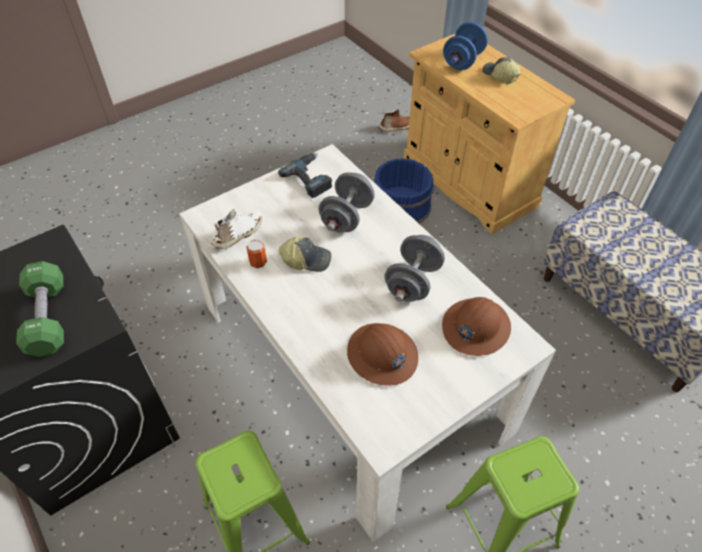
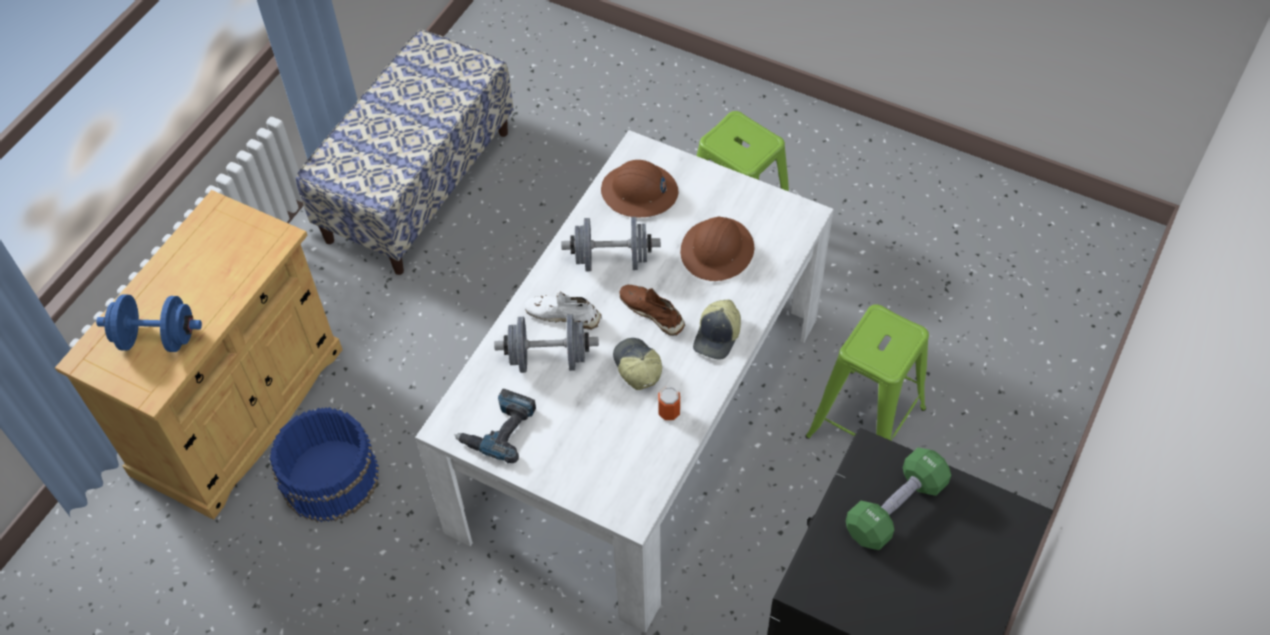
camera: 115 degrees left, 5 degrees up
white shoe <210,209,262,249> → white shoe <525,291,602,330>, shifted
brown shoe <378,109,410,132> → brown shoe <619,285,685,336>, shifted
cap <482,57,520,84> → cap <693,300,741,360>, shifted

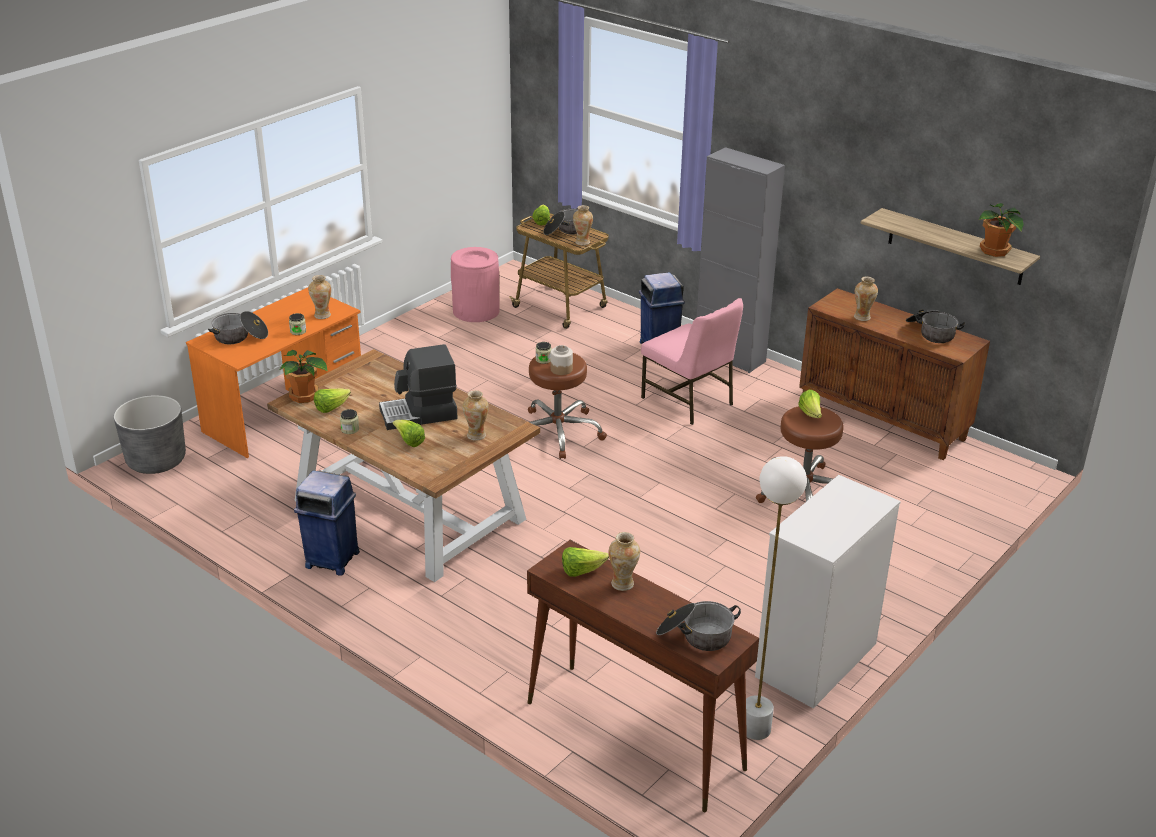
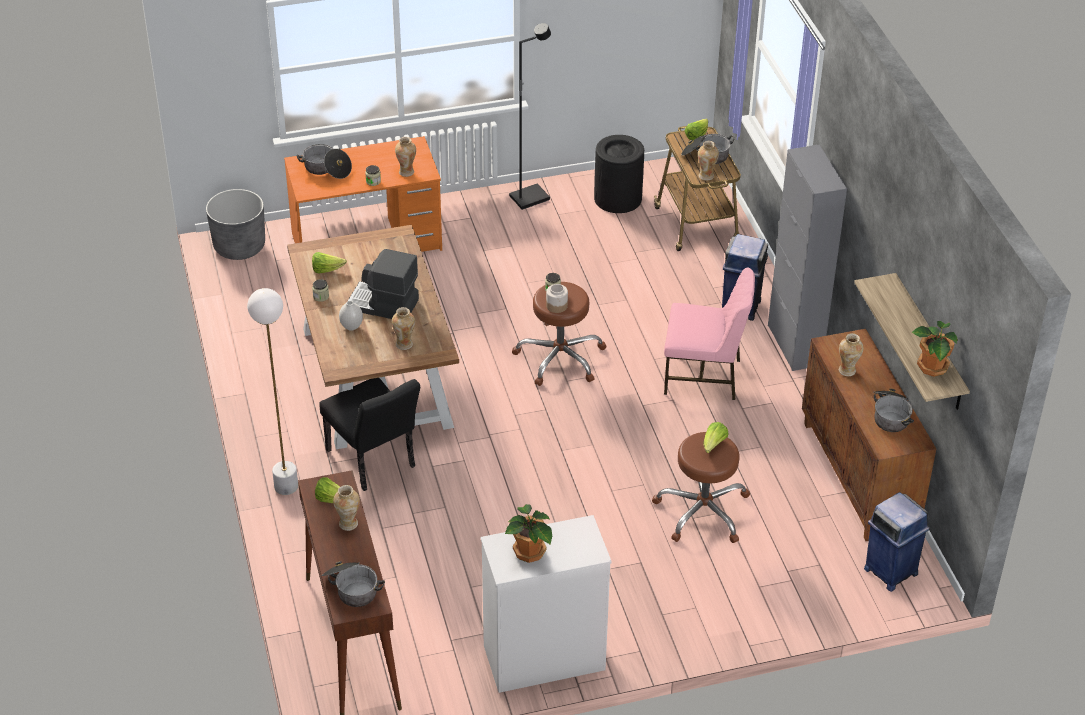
camera: 35 degrees right, 10 degrees up
white floor lamp <746,456,807,740> → white floor lamp <247,288,298,495>, shifted
- → black chair <320,378,420,491>
lettuce <393,420,425,447> → white vase <339,301,363,331>
potted plant <280,350,328,403> → potted plant <505,504,552,563>, shifted
- → black floor lamp <509,23,551,210>
pink trash can <451,247,500,322> → black trash can <594,135,644,213>
pink chair <641,298,743,425> → pink chair <664,268,755,400>, 75 degrees counterclockwise
blue trash can <294,471,360,575> → blue trash can <864,492,930,592>, shifted

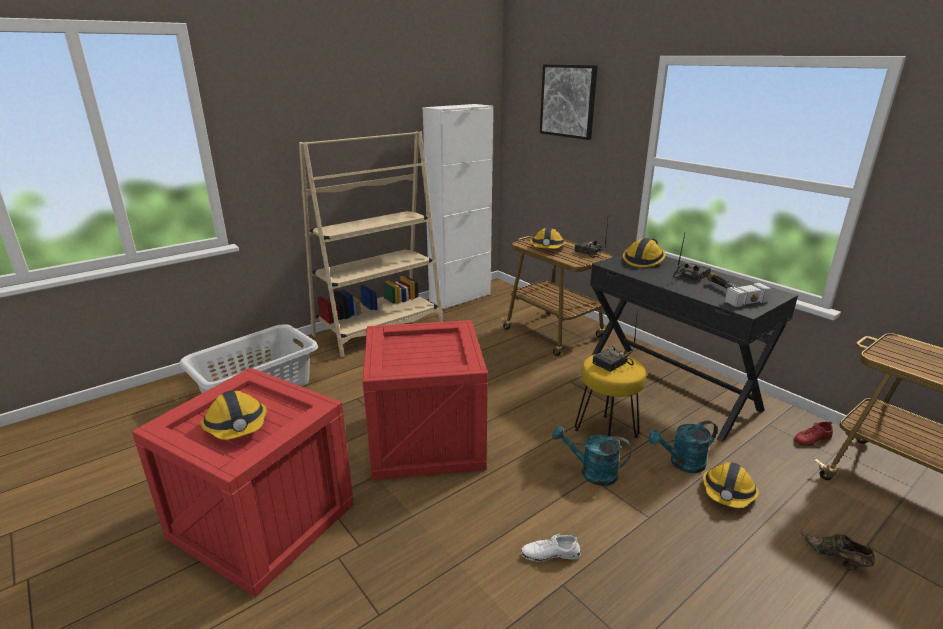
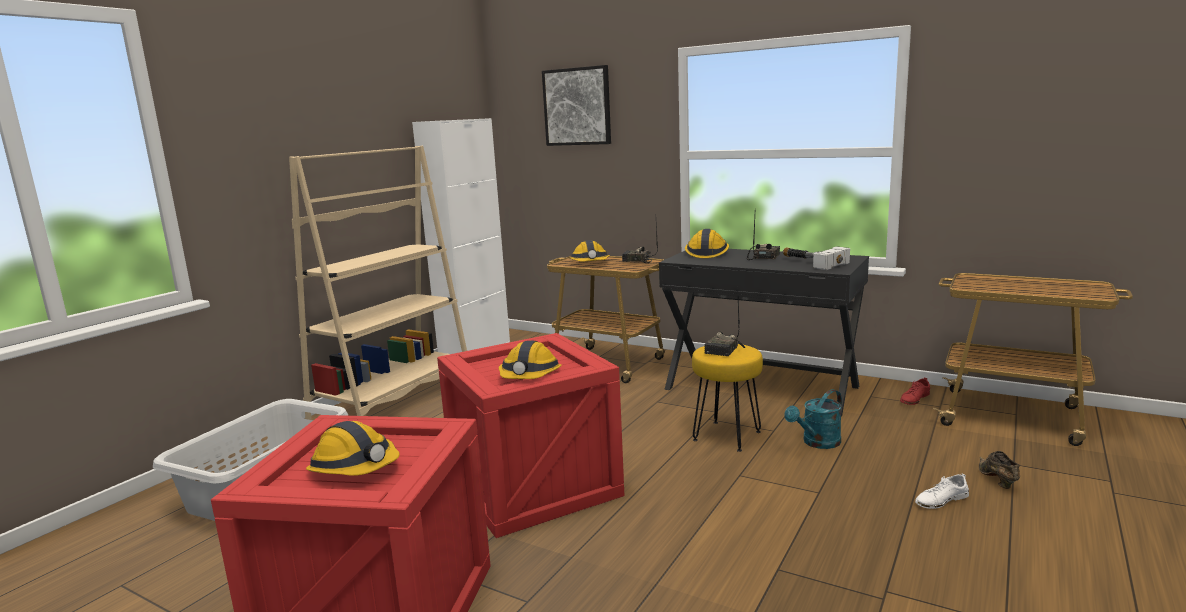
camera: 20 degrees left, 10 degrees down
hard hat <703,462,759,508> → hard hat <499,340,562,379>, shifted
white shoe <521,533,581,562> → white shoe <915,473,969,509>, shifted
brown shoe <801,532,875,570> → brown shoe <979,451,1020,489>, 60 degrees clockwise
turquoise watering can <552,426,631,486> → -

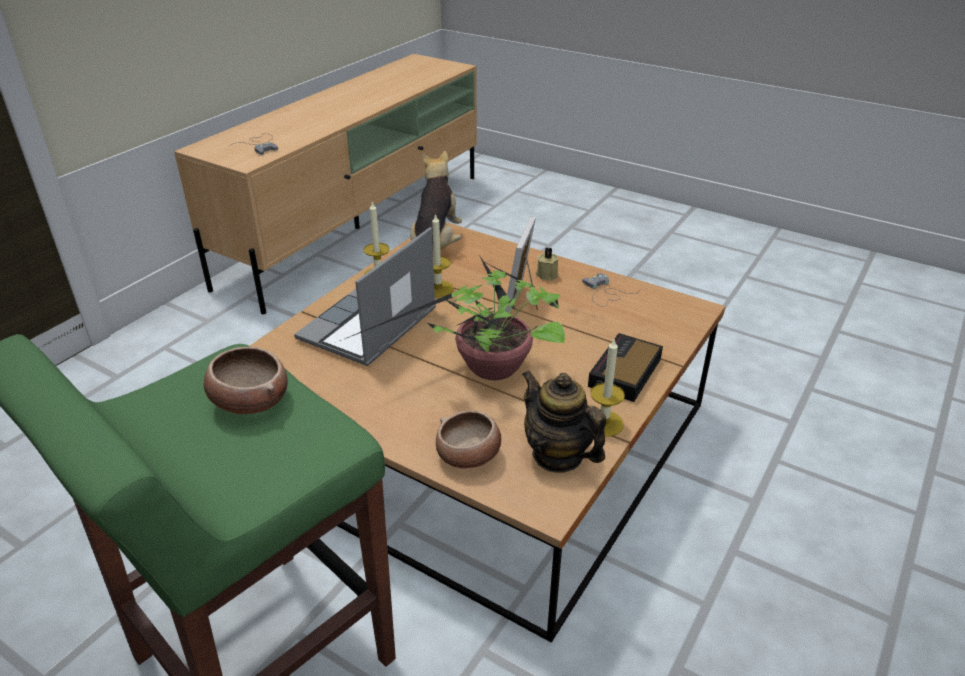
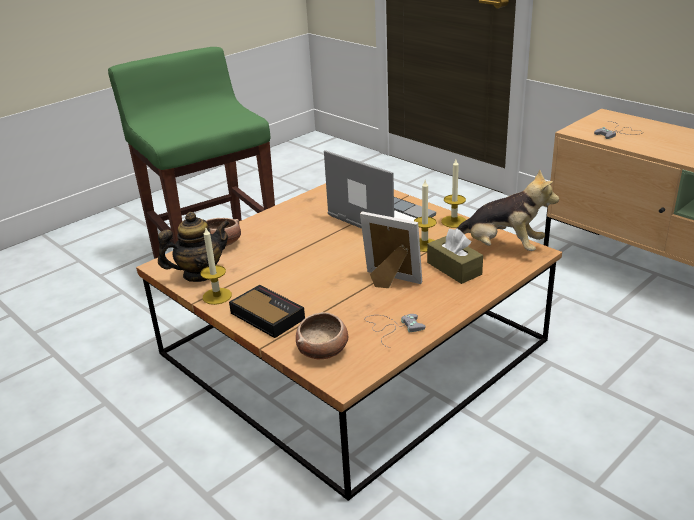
camera: 105 degrees right, 5 degrees down
bowl <204,347,288,414> → bowl <296,312,348,359>, shifted
- → brown tissue box <427,228,483,284>
potted plant <340,255,565,381> → -
beige candle <536,247,559,281> → -

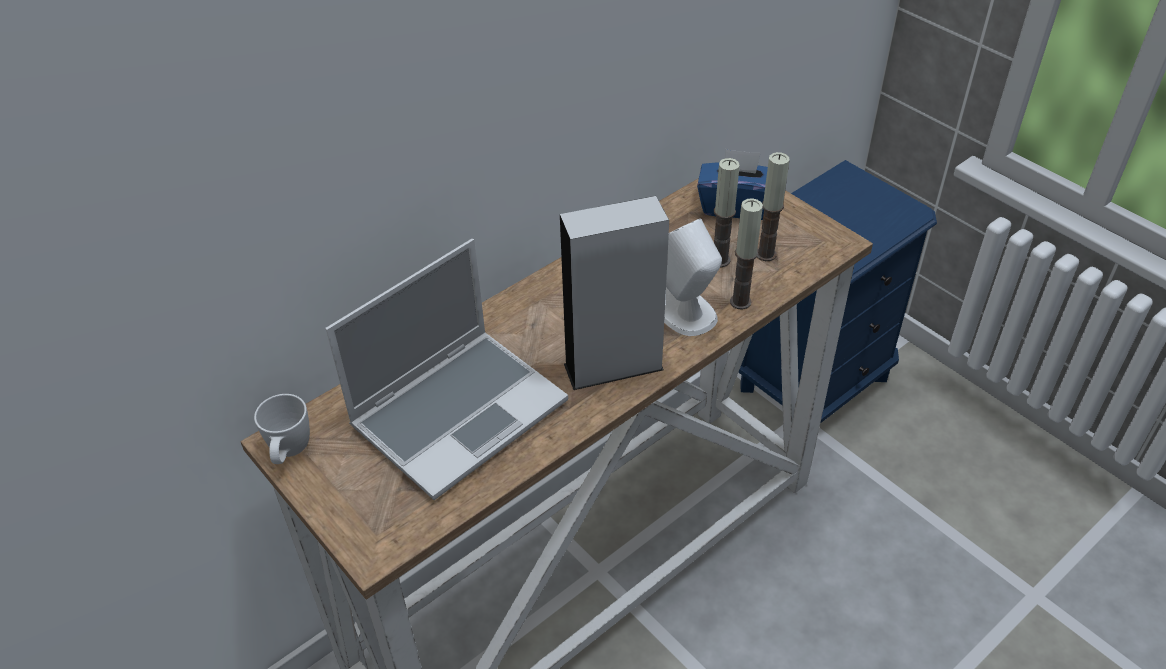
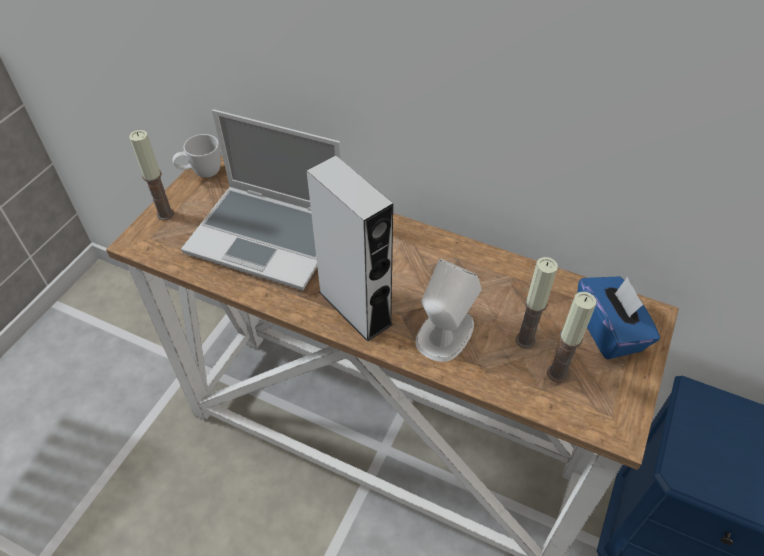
camera: 65 degrees right, 5 degrees up
candle <730,198,763,310> → candle <129,130,174,220>, shifted

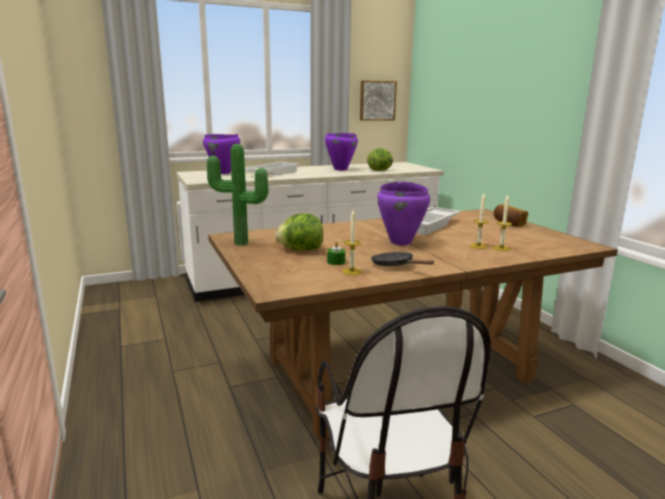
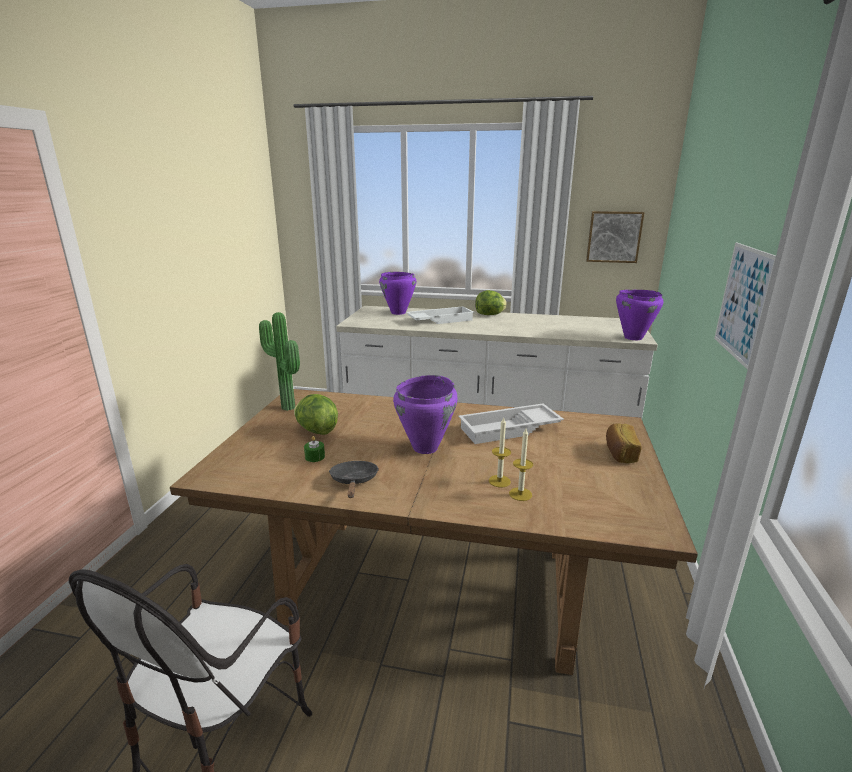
camera: 35 degrees right, 5 degrees up
lettuce <367,148,393,171> → lettuce <475,290,507,315>, shifted
purple cooking pot <325,133,358,170> → purple cooking pot <616,290,663,340>, shifted
- → picture <714,242,776,370>
candle <342,208,362,275> → -

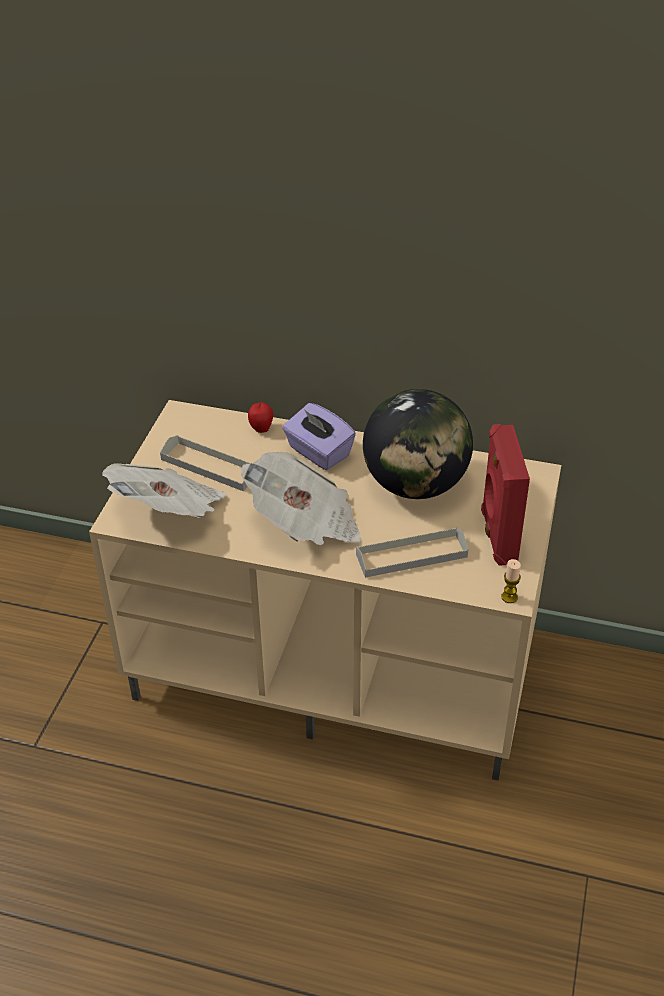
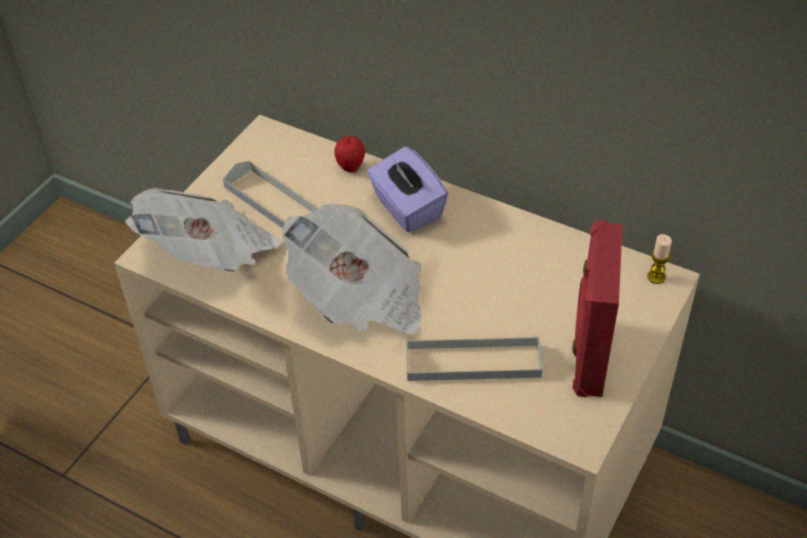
camera: 15 degrees right, 5 degrees up
candle <501,559,521,603> → candle <647,234,672,284>, shifted
globe <363,389,473,499> → -

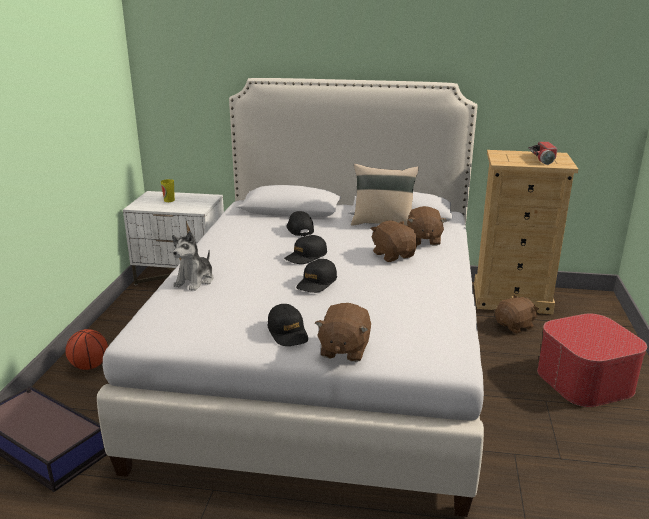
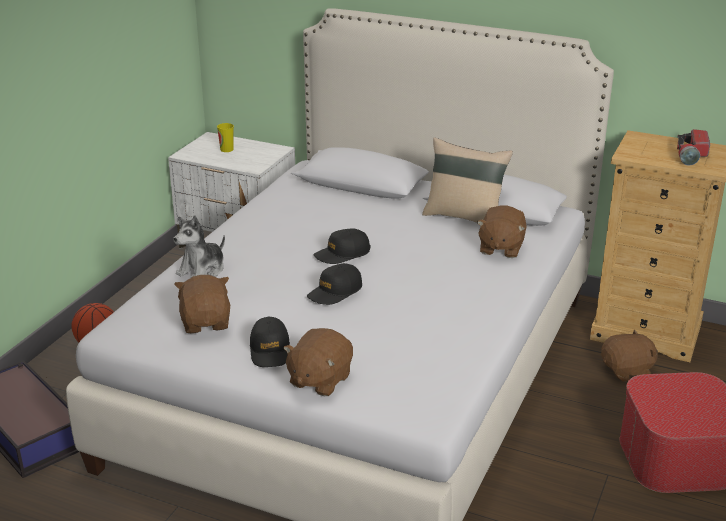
camera: 15 degrees right, 5 degrees up
brown plush toy <371,220,418,262> → brown plush toy <174,275,230,333>, shifted
black cap <287,211,314,236> → -

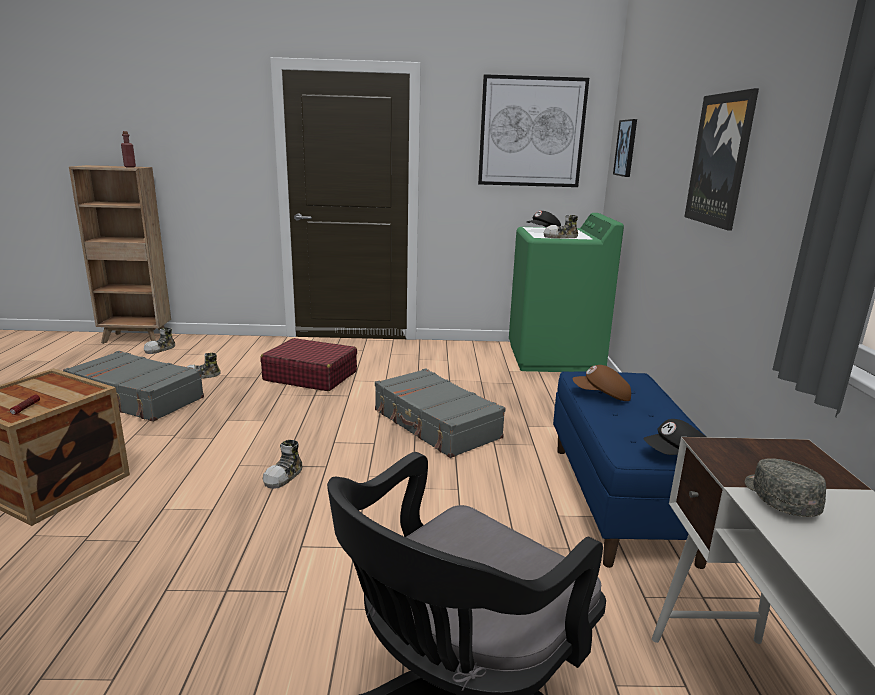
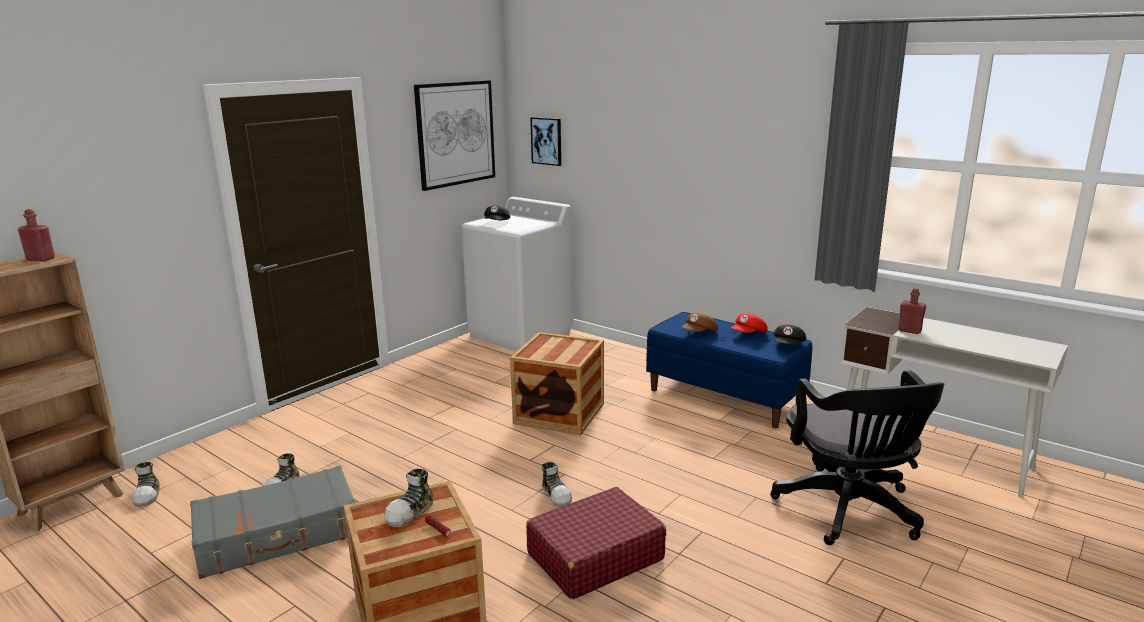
camera: 50 degrees left, 0 degrees up
shoe <544,215,578,238> → shoe <385,468,433,527>, shifted
green washing machine <509,213,624,372> → white washing machine <461,197,574,351>
grey suitcase <375,368,506,458> → crate <510,332,604,435>
red suitcase <261,338,357,391> → red suitcase <526,487,666,599>, shifted
- → red cap <731,313,768,333>
grey cap <745,458,826,517> → red bottle <898,288,926,334>
picture <684,88,759,231> → -

